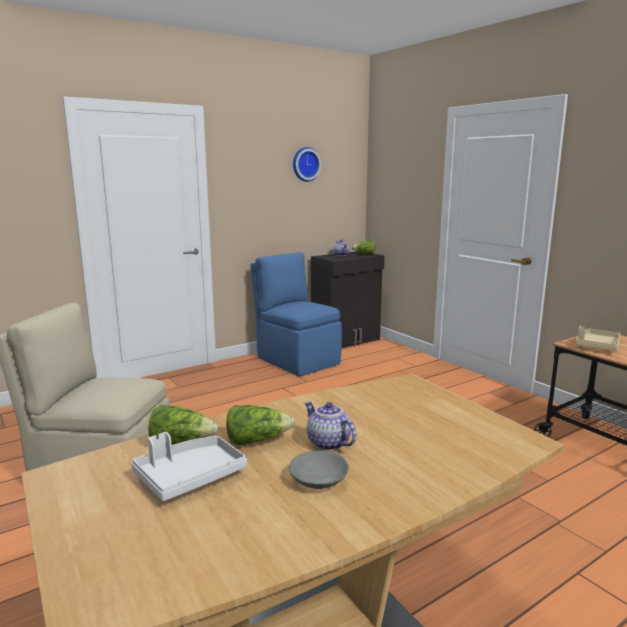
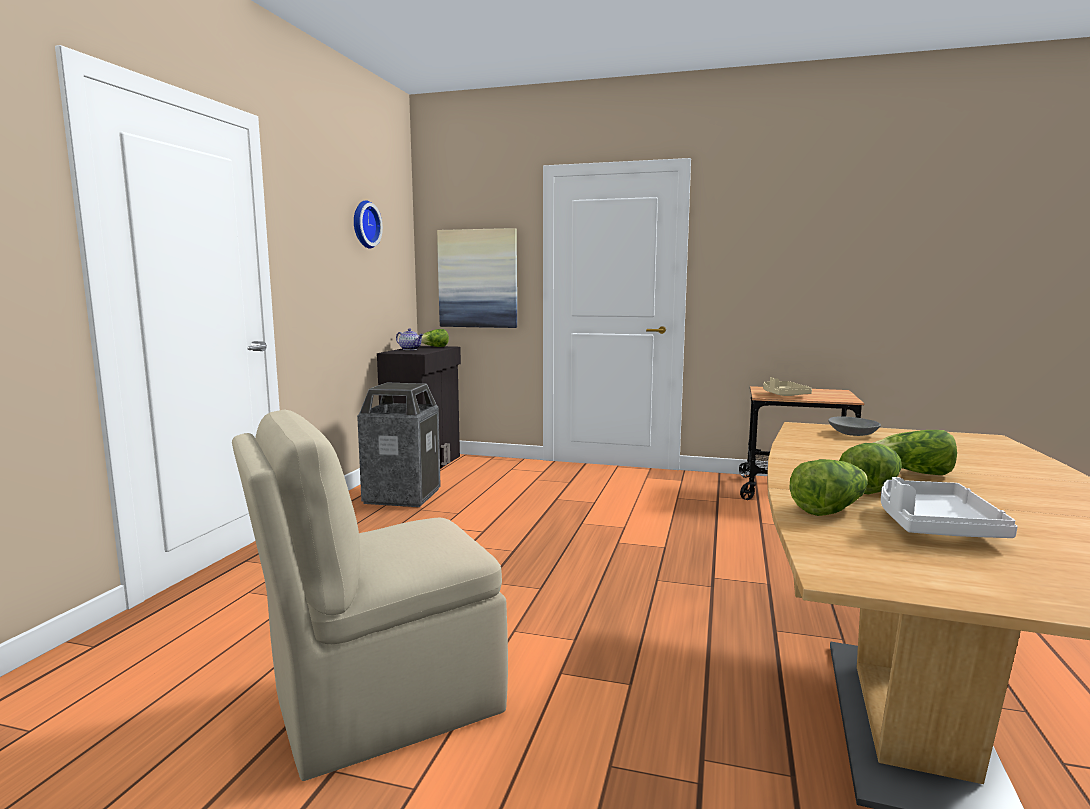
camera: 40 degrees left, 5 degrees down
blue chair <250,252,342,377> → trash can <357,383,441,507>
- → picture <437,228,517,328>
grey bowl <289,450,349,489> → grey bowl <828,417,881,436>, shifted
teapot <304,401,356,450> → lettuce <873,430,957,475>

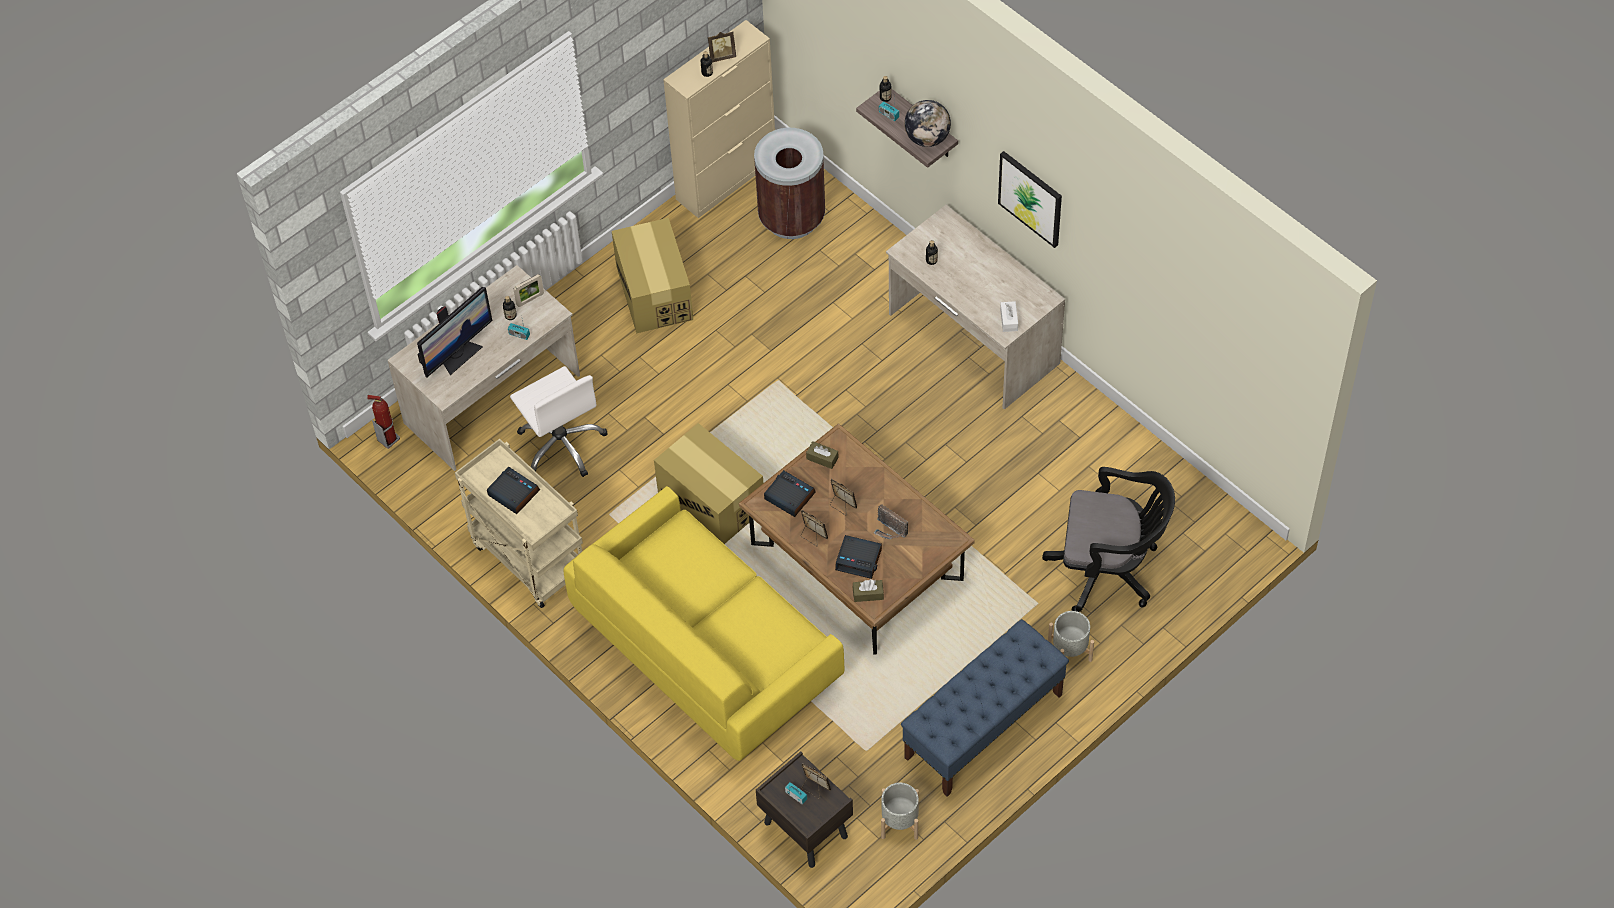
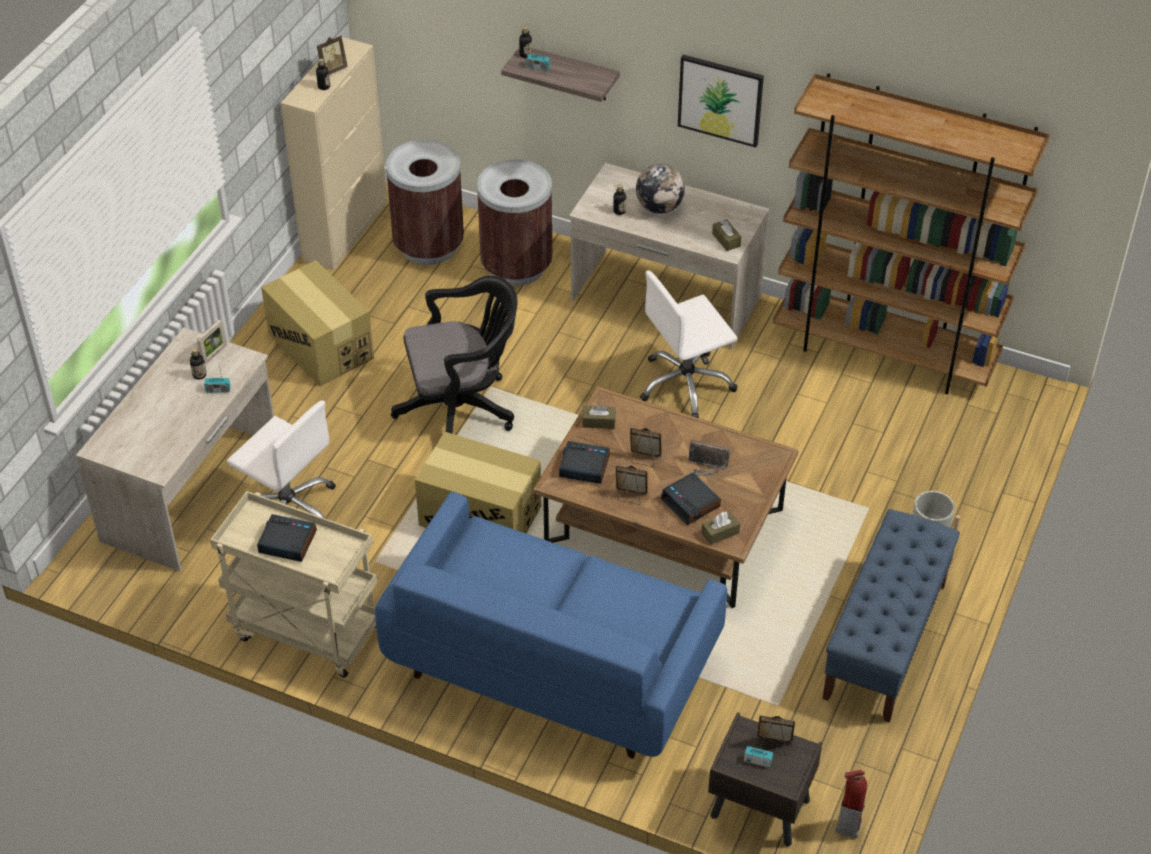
camera: 25 degrees left, 10 degrees down
yellow sofa <564,486,844,761> → blue sofa <375,492,727,759>
black office chair <1042,467,1175,612> → black office chair <391,276,518,434>, shifted
- → brown trash can <477,160,553,286>
globe <904,100,951,147> → globe <636,164,685,214>, shifted
- → white office chair <640,271,737,418>
alarm clock <835,535,882,579> → alarm clock <661,473,721,525>, 60 degrees clockwise
white tissue box <1000,301,1018,332> → brown tissue box <712,219,741,251>
- → brown bookcase <773,73,1050,394>
fire extinguisher <367,395,400,449> → fire extinguisher <836,769,867,839>, shifted
monitor <417,287,492,378> → -
grey planter <881,783,919,840> → -

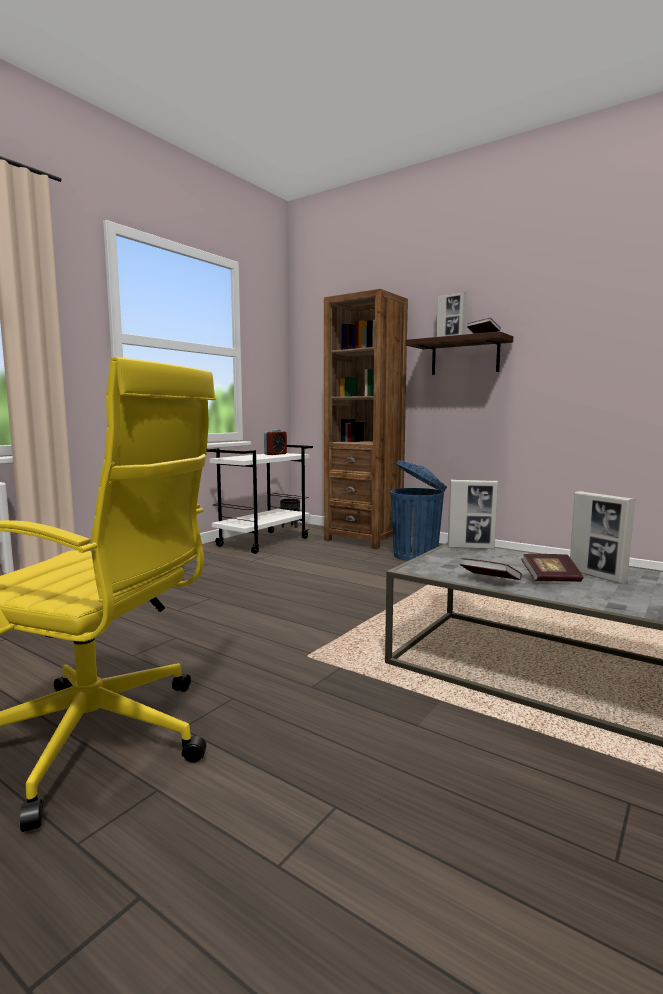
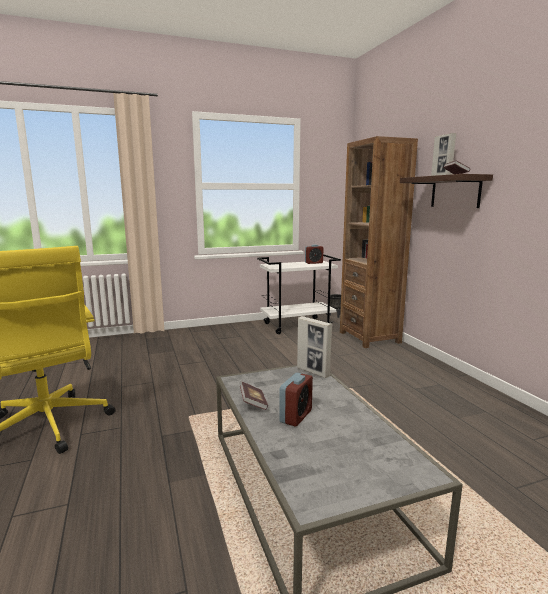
camera: 35 degrees right, 5 degrees up
book <521,554,583,582> → alarm clock <279,373,313,426>
blue trash can <390,460,447,561> → -
picture frame <570,491,636,584> → -

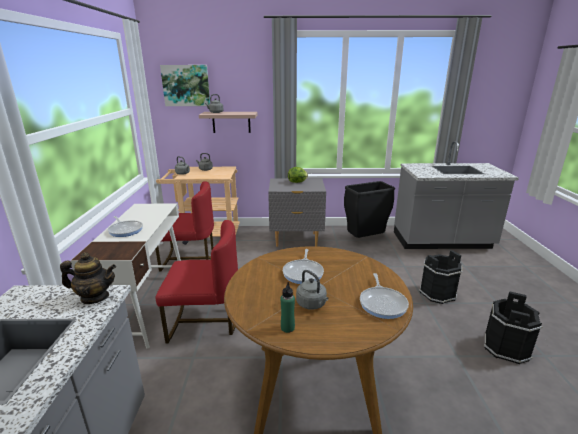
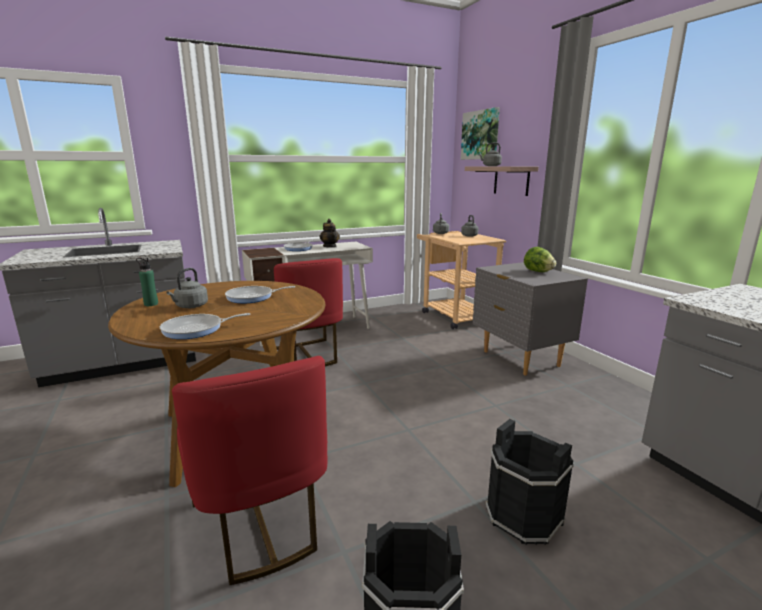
camera: 65 degrees right, 5 degrees down
red chair <155,181,214,272> → red chair <172,356,327,585>, shifted
teapot <60,252,116,304> → teapot <320,219,340,248>, shifted
black trash can <344,181,395,238> → -

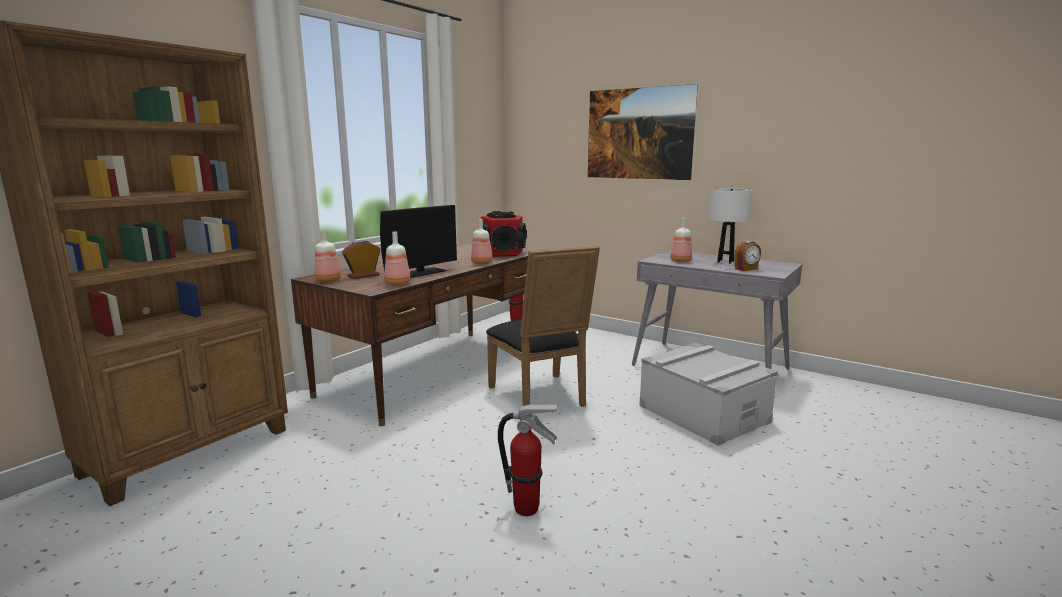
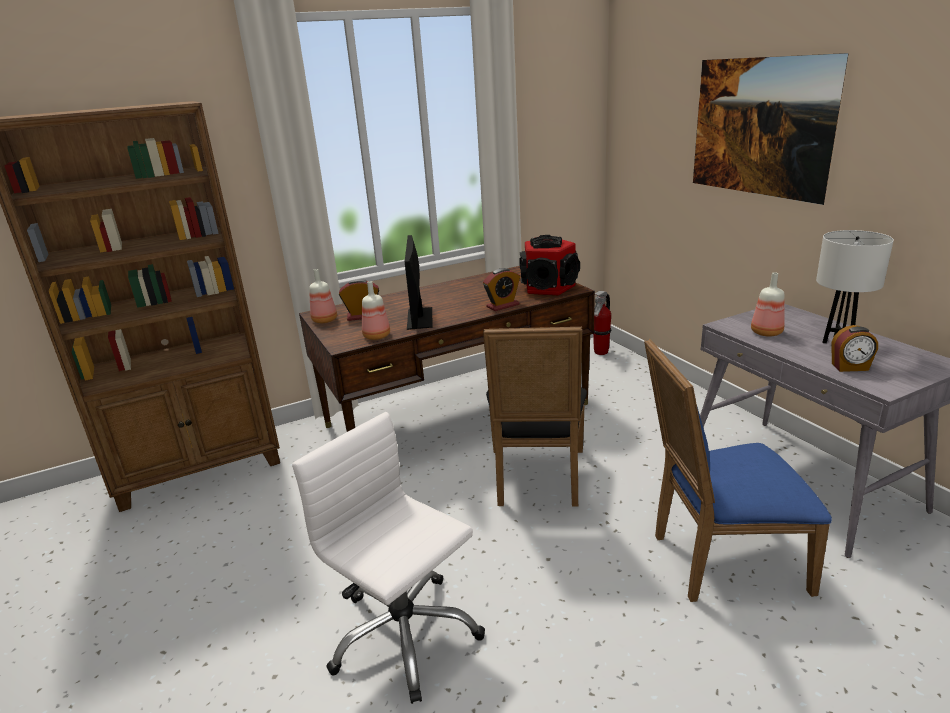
camera: 30 degrees right, 10 degrees up
fire extinguisher <498,405,559,516> → white office chair <292,412,485,704>
monitor <380,205,457,278> → monitor <405,235,433,330>, 105 degrees clockwise
bottle <471,219,493,264> → alarm clock <483,268,520,311>
grey storage box <639,343,778,446> → blue chair <644,339,832,602>

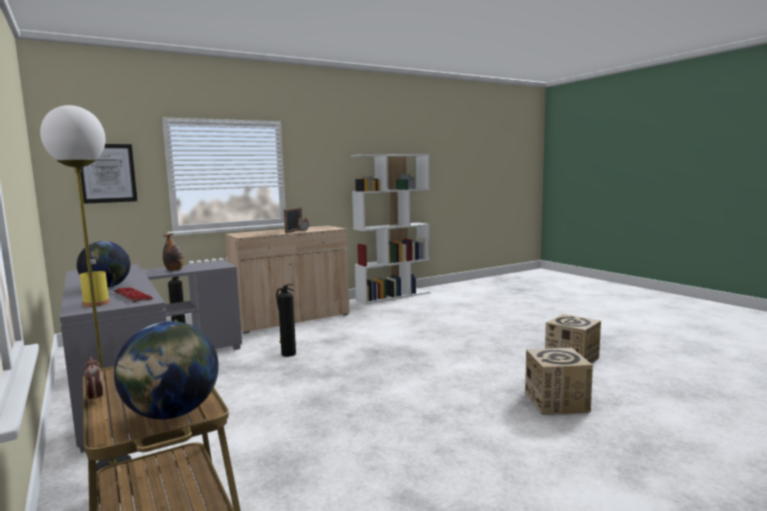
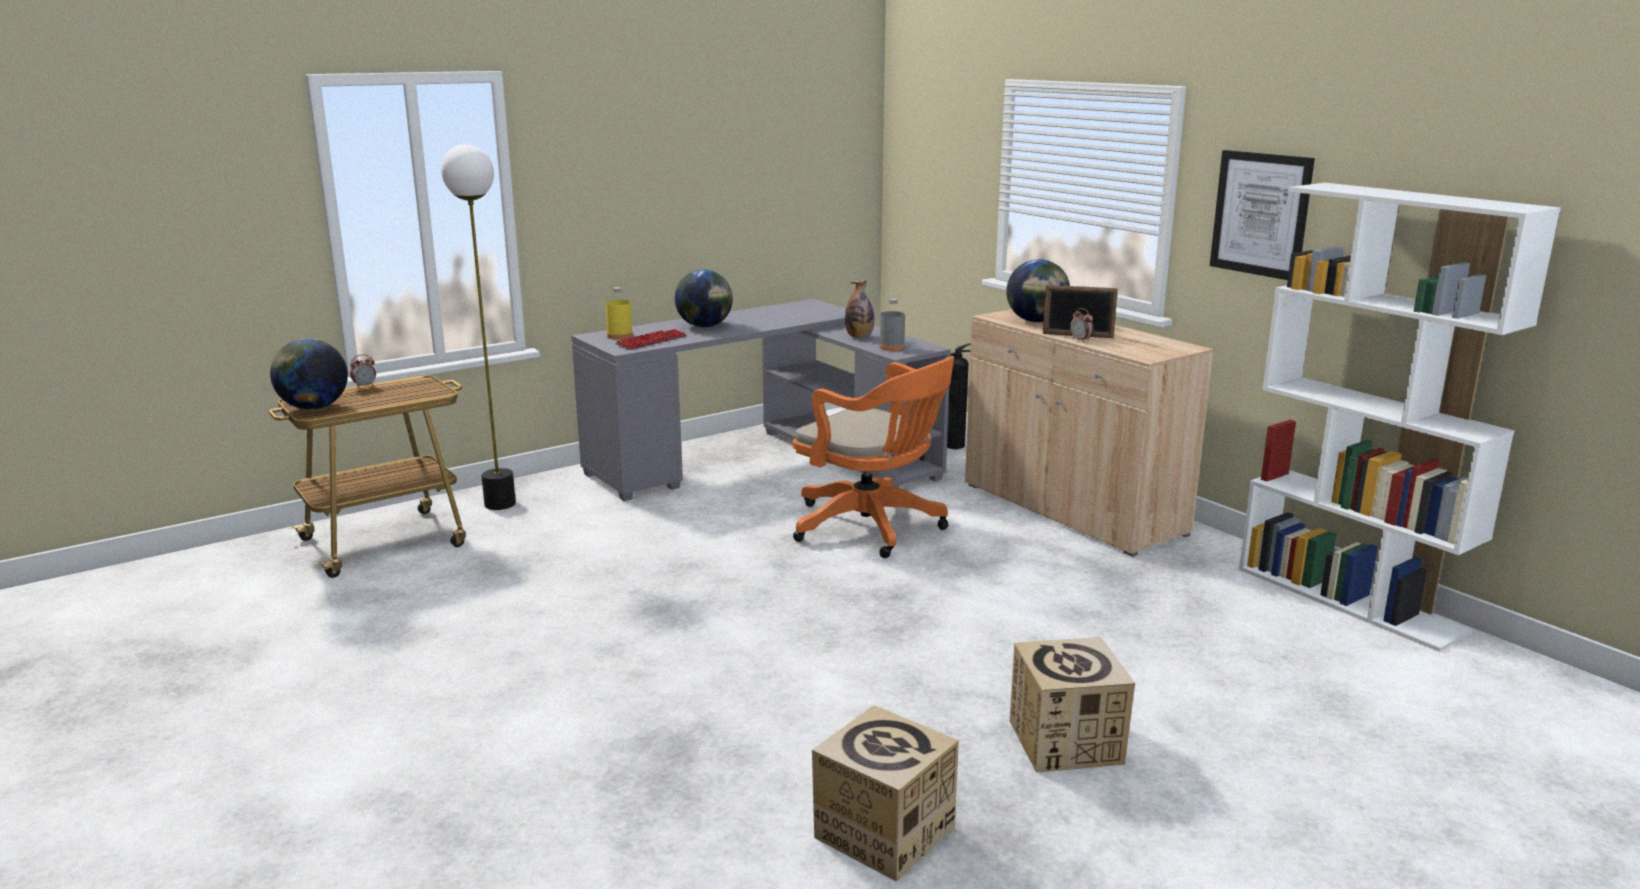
camera: 85 degrees right, 10 degrees up
fire extinguisher <276,284,296,357> → orange office chair <793,357,954,558>
- → grey bottle <879,298,905,351>
- → globe <1006,259,1070,322>
cardboard box <525,348,593,415> → cardboard box <1010,637,1135,773>, shifted
picture <80,144,137,204> → picture <1210,150,1315,280>, shifted

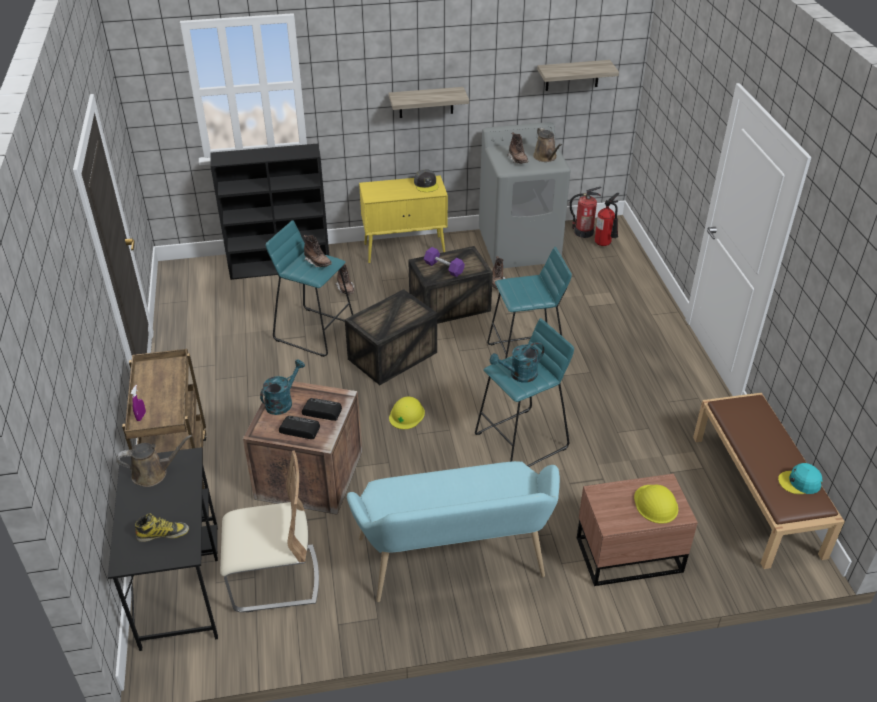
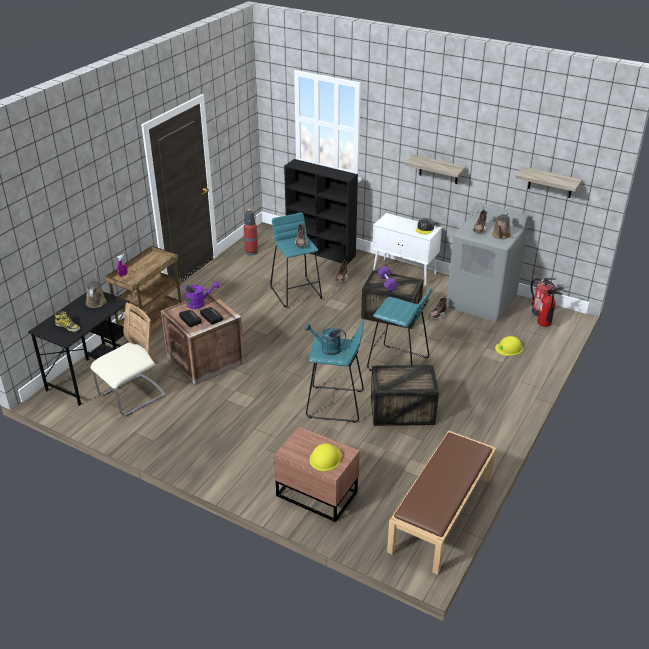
camera: 40 degrees right, 5 degrees down
brown watering can <116,435,192,487> → brown watering can <86,265,107,308>, 120 degrees counterclockwise
beige chair <220,450,319,612> → beige chair <91,303,166,416>, 75 degrees counterclockwise
turquoise watering can <260,359,305,415> → purple watering can <181,281,220,309>
- → fire extinguisher <243,209,259,256>
crate <345,289,437,385> → crate <371,365,439,426>, shifted
yellow cabinet <359,175,448,263> → white cabinet <372,213,442,286>
yellow hard hat <389,397,425,429> → yellow hard hat <495,336,523,356>, shifted
turquoise bench <347,461,560,602> → -
turquoise cap <778,463,822,494> → -

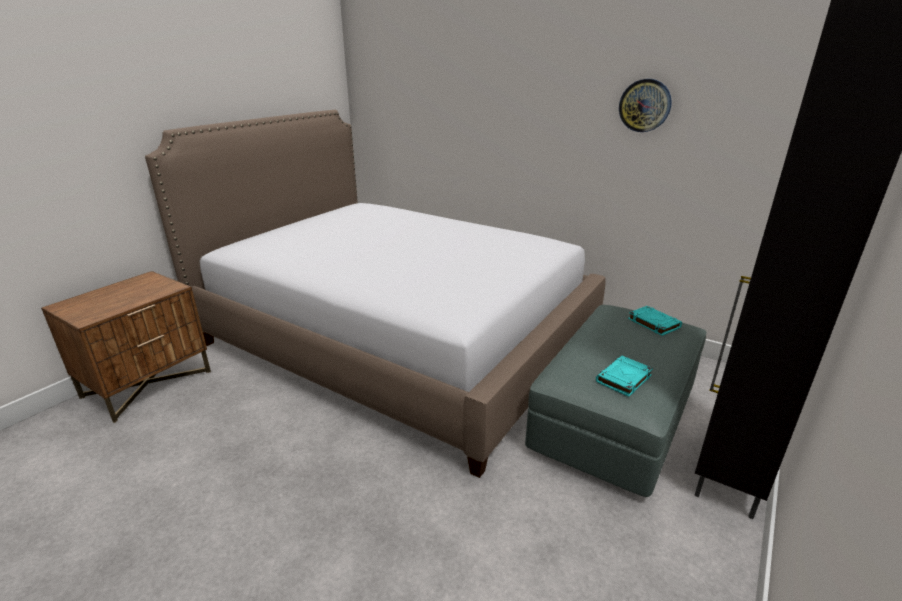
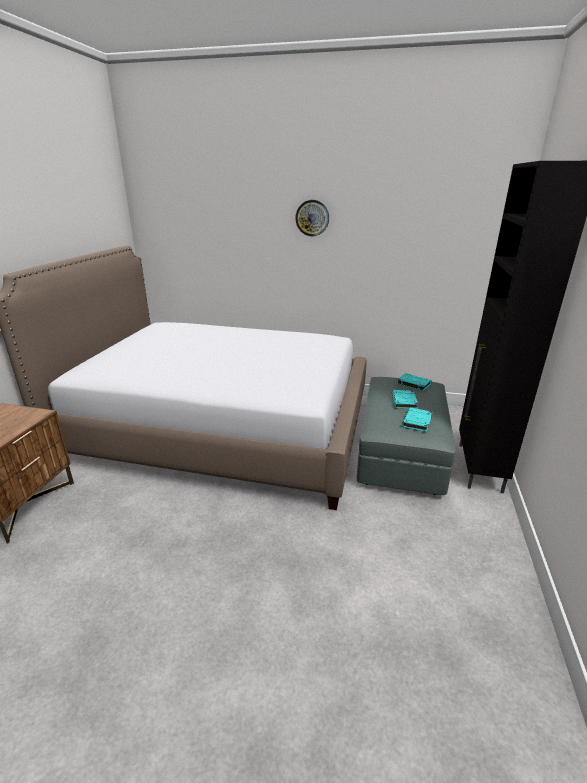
camera: 20 degrees left, 0 degrees up
wall clock <619,79,672,132> → wall clock <295,200,329,236>, shifted
- → turquoise book <392,390,418,409>

